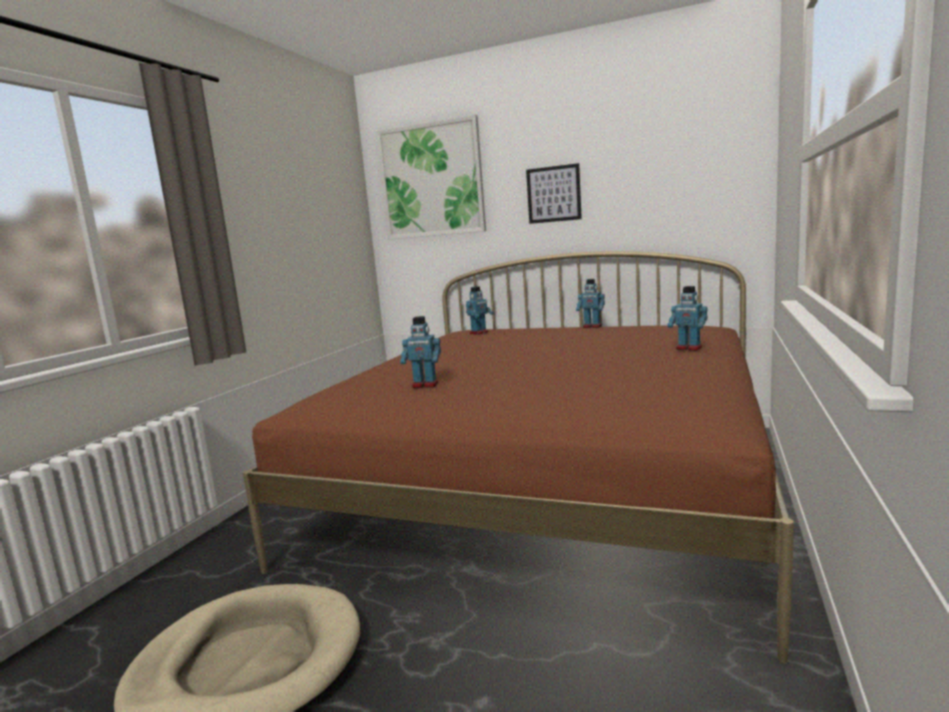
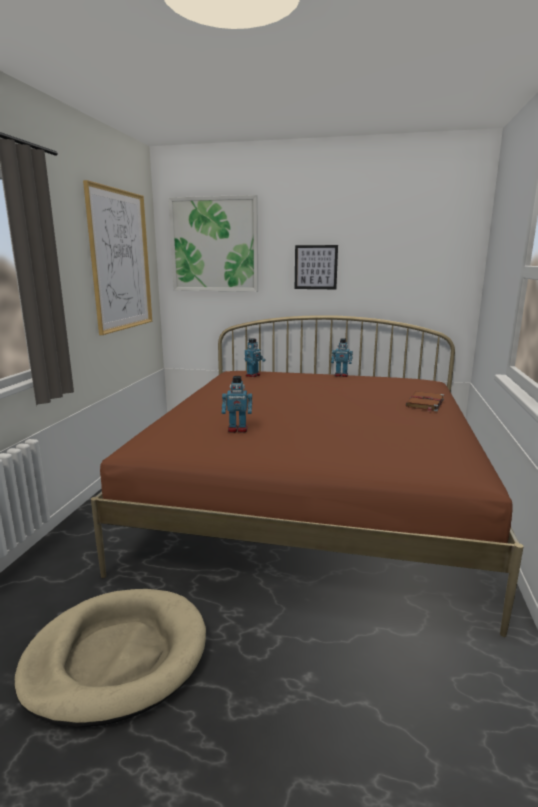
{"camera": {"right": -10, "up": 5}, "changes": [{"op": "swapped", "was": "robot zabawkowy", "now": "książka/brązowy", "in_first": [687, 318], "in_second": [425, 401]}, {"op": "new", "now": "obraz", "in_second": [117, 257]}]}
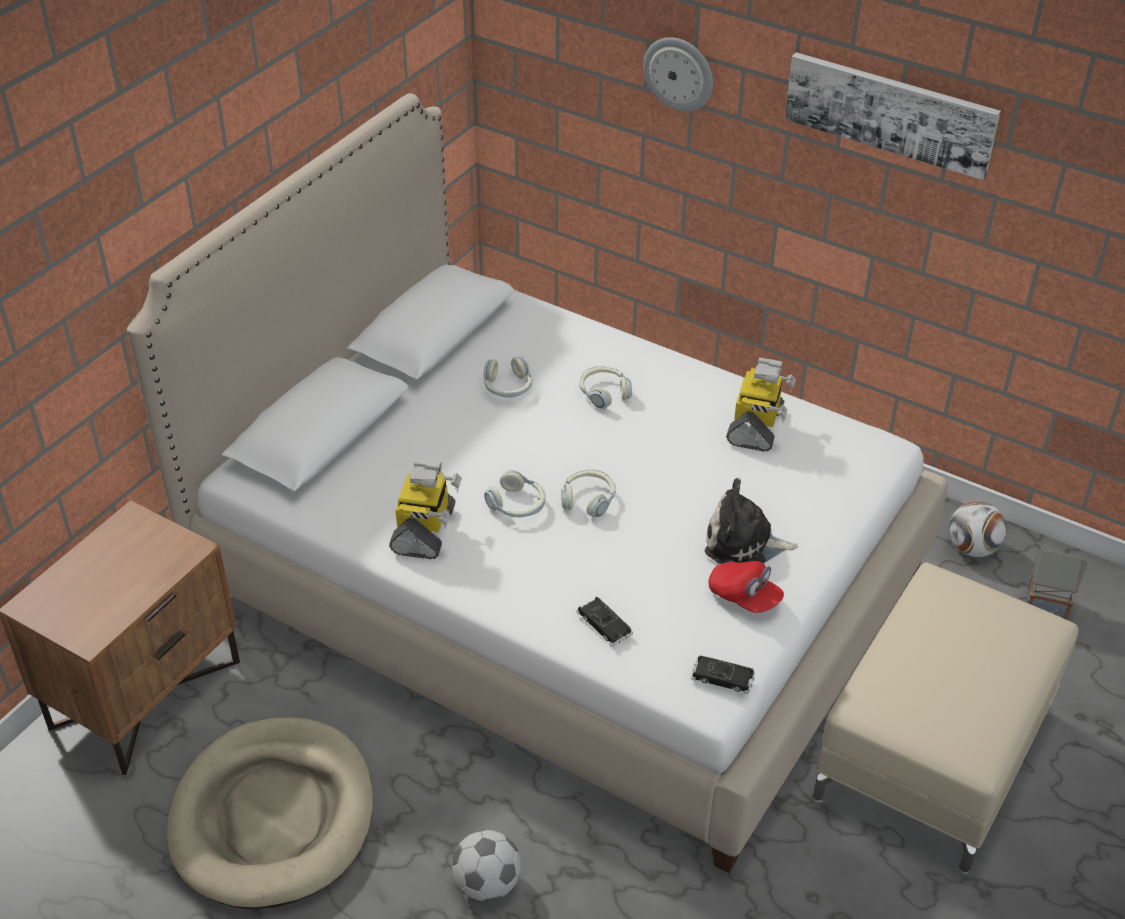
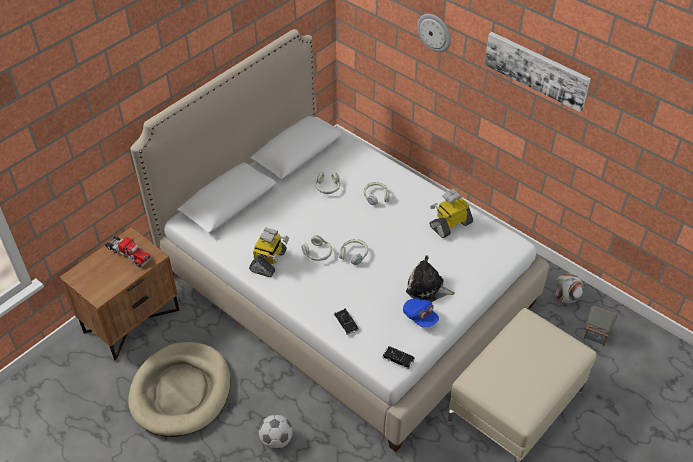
{"camera": {"right": 10, "up": 5}, "changes": [{"op": "repainted", "was": "czapka z daszkiem/czerwony", "now": "czapka z daszkiem/niebieski", "in_first": [746, 587], "in_second": [421, 313]}, {"op": "rotated", "was": "robot zabawkowy", "in_first": [761, 404], "in_second": [451, 213], "clockwise": -150}, {"op": "new", "now": "ciężarówka zabawkowa", "in_second": [128, 252]}]}
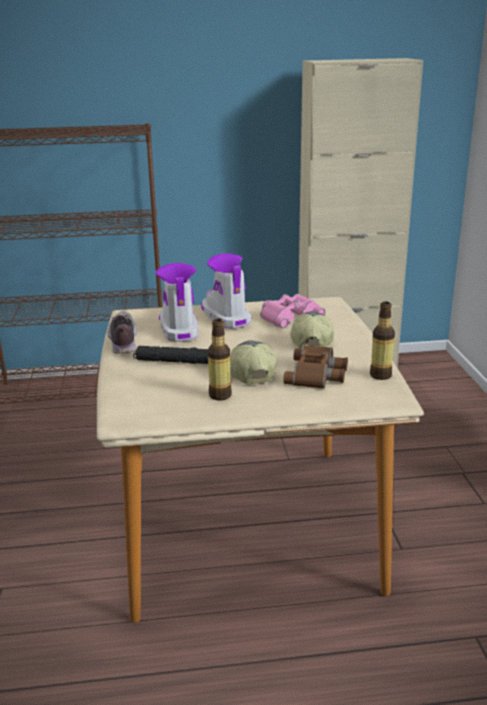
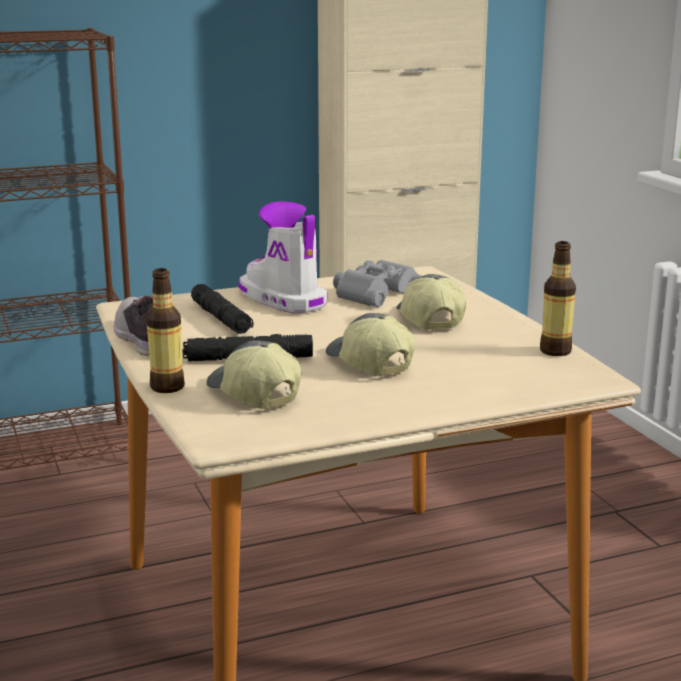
{"camera": {"right": -15, "up": -5}, "changes": [{"op": "swapped", "was": "but z cholewką", "now": "latarka/czarny", "in_first": [176, 302], "in_second": [222, 309]}, {"op": "shifted", "was": "butelka", "in_first": [219, 360], "in_second": [165, 330]}, {"op": "repainted", "was": "lornetka/różowy", "now": "lornetka/szary", "in_first": [292, 311], "in_second": [377, 283]}, {"op": "gone", "was": "lornetka/brązowy", "in_first": [315, 367]}, {"op": "new", "now": "czapka z daszkiem", "in_second": [254, 374]}]}
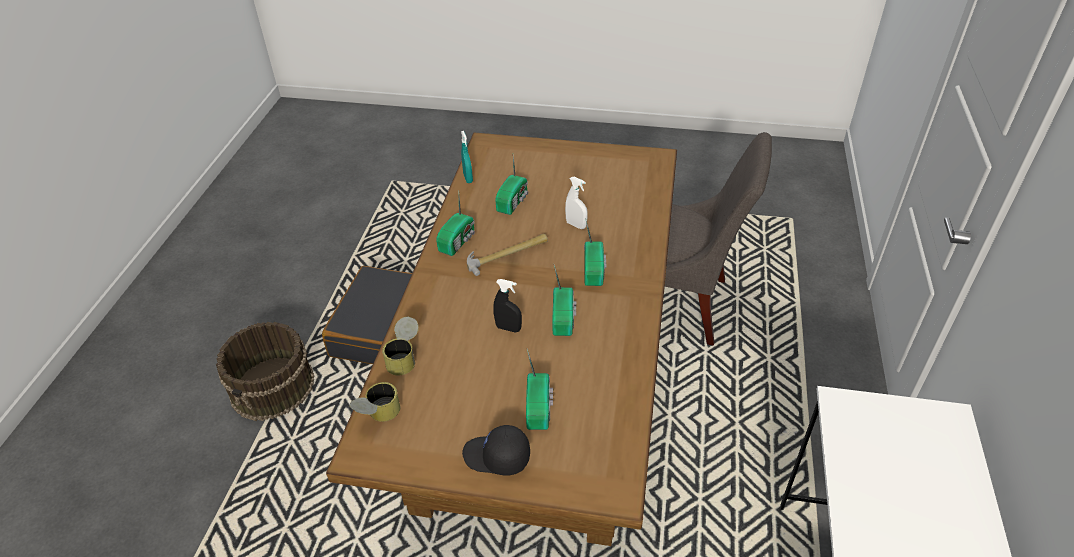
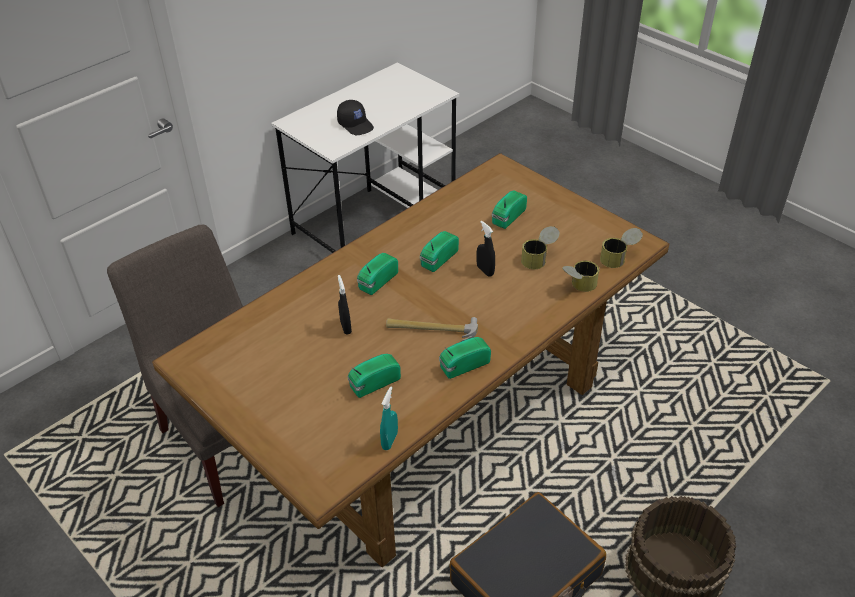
{"camera": {"right": -145, "up": 0}, "changes": [{"op": "shifted", "was": "czapka z daszkiem/czarny", "in_first": [496, 450], "in_second": [355, 117]}, {"op": "repainted", "was": "spryskiwacz/biały", "now": "spryskiwacz/czarny", "in_first": [576, 203], "in_second": [345, 305]}, {"op": "new", "now": "puszka", "in_second": [540, 247]}]}
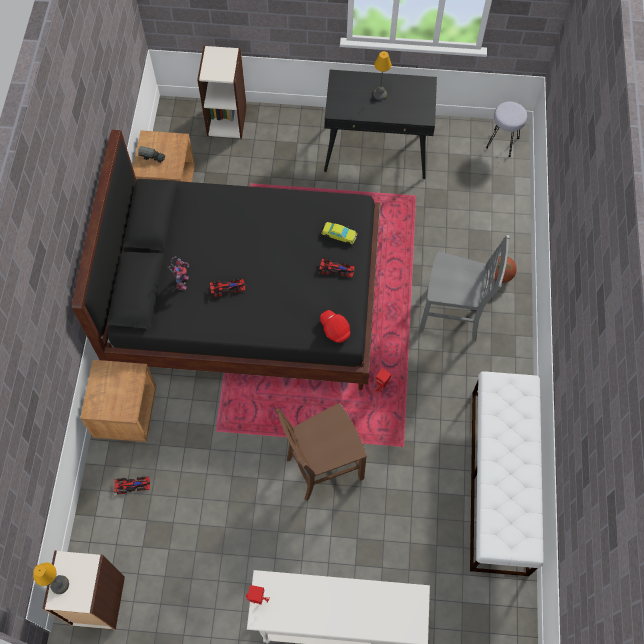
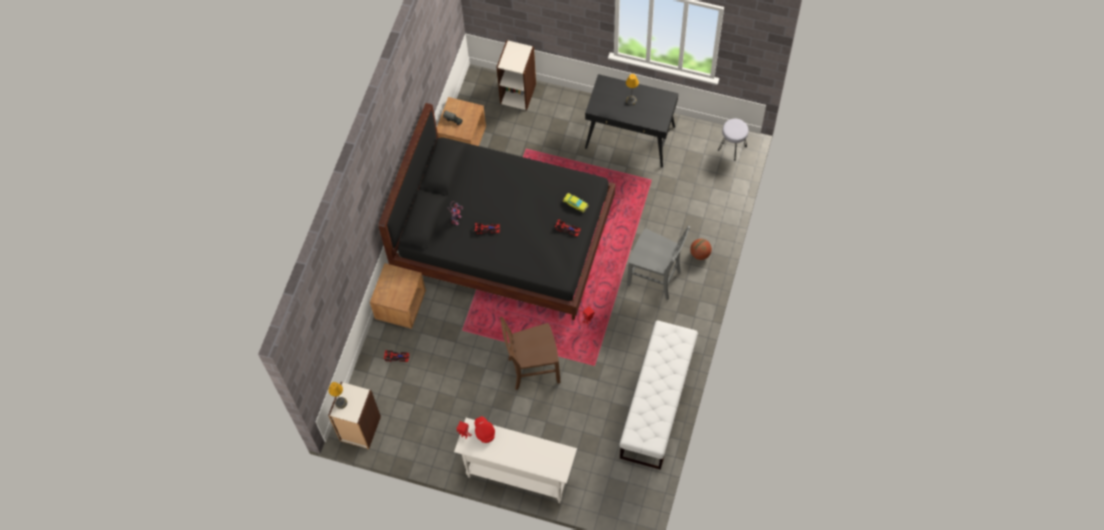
{"camera": {"right": 15, "up": 0}, "changes": [{"op": "shifted", "was": "czapka z daszkiem/czerwony", "in_first": [335, 326], "in_second": [485, 429]}]}
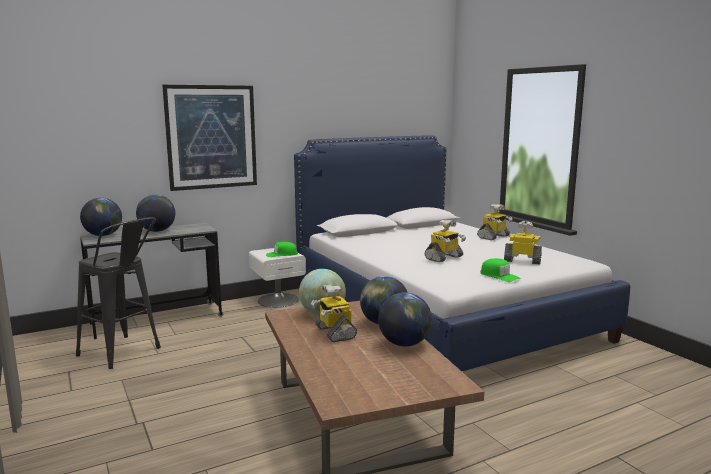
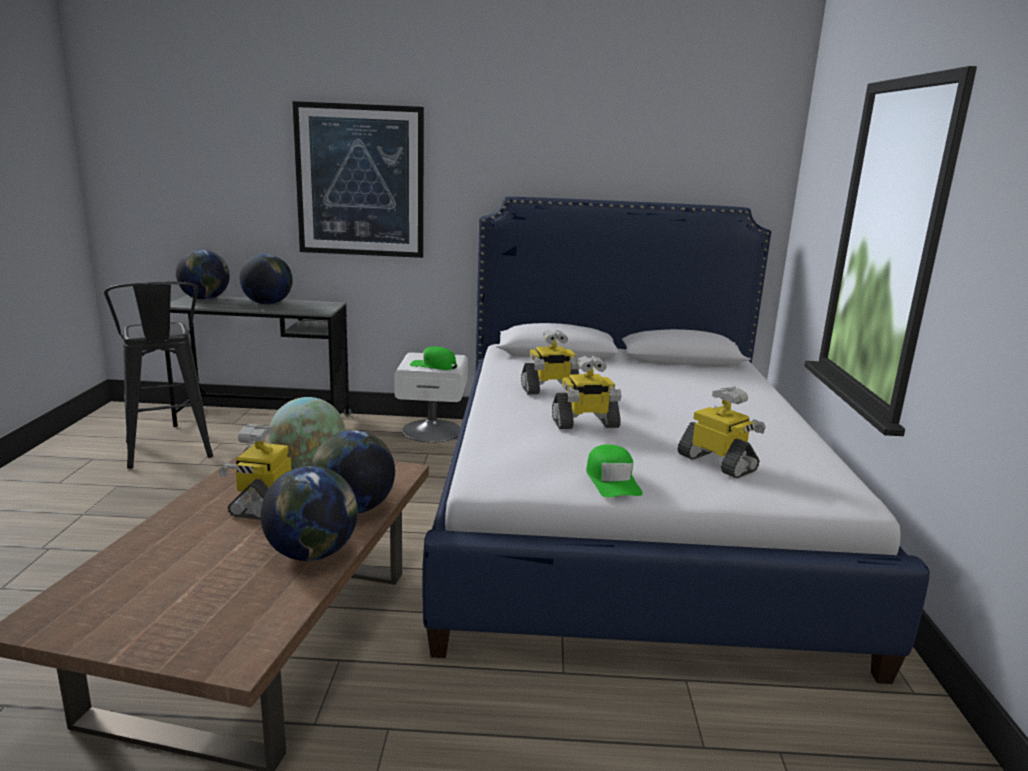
{"camera": {"right": 30, "up": 5}, "changes": [{"op": "shifted", "was": "robot zabawkowy", "in_first": [495, 222], "in_second": [551, 362]}]}
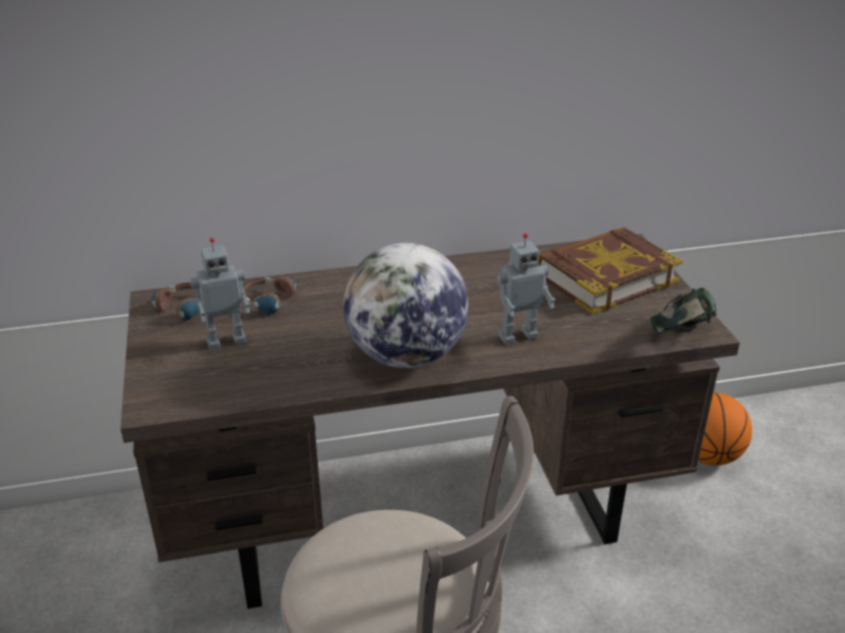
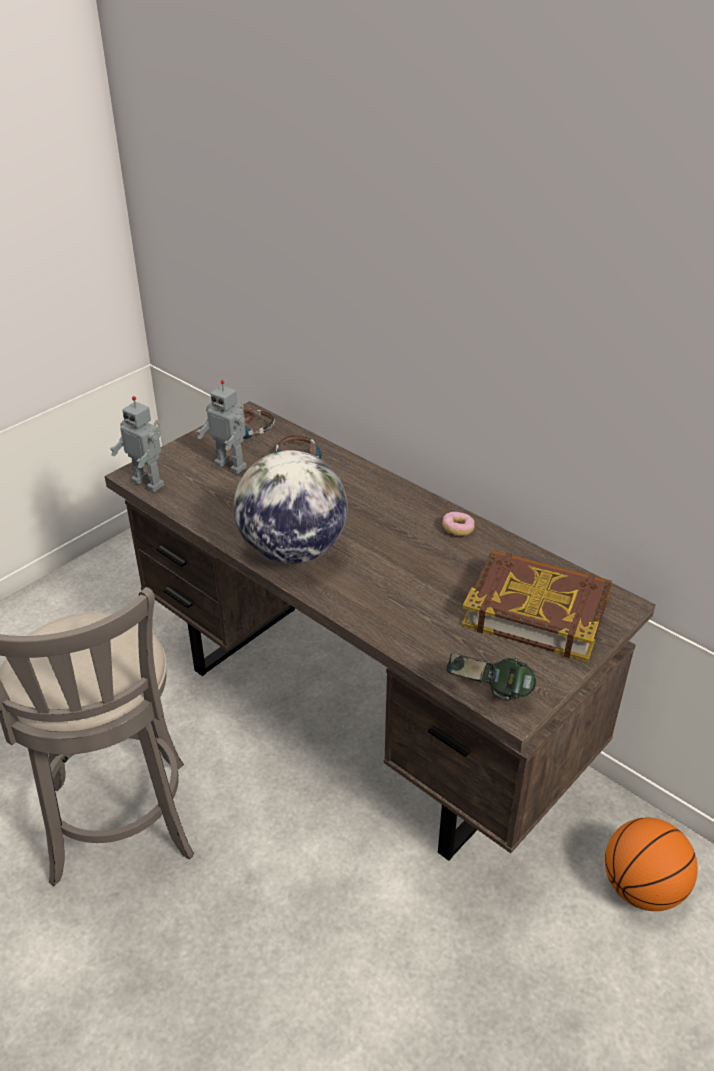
{"camera": {"right": 55, "up": 5}, "changes": [{"op": "shifted", "was": "robot zabawkowy", "in_first": [526, 289], "in_second": [137, 444]}, {"op": "new", "now": "donut", "in_second": [458, 524]}]}
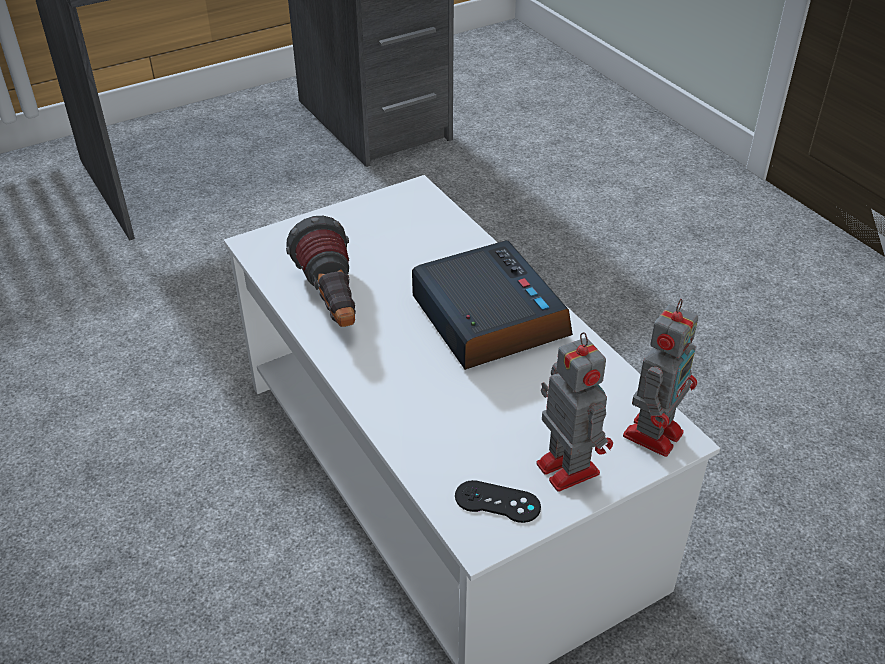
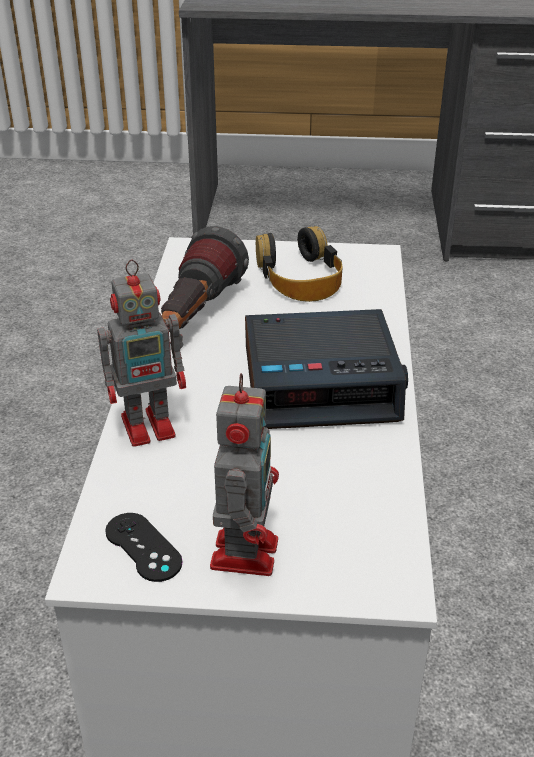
{"camera": {"right": 35, "up": -5}, "changes": [{"op": "rotated", "was": "budzik", "in_first": [492, 305], "in_second": [326, 369], "clockwise": 75}, {"op": "shifted", "was": "robot zabawkowy", "in_first": [660, 378], "in_second": [141, 353]}, {"op": "new", "now": "słuchawki", "in_second": [299, 264]}]}
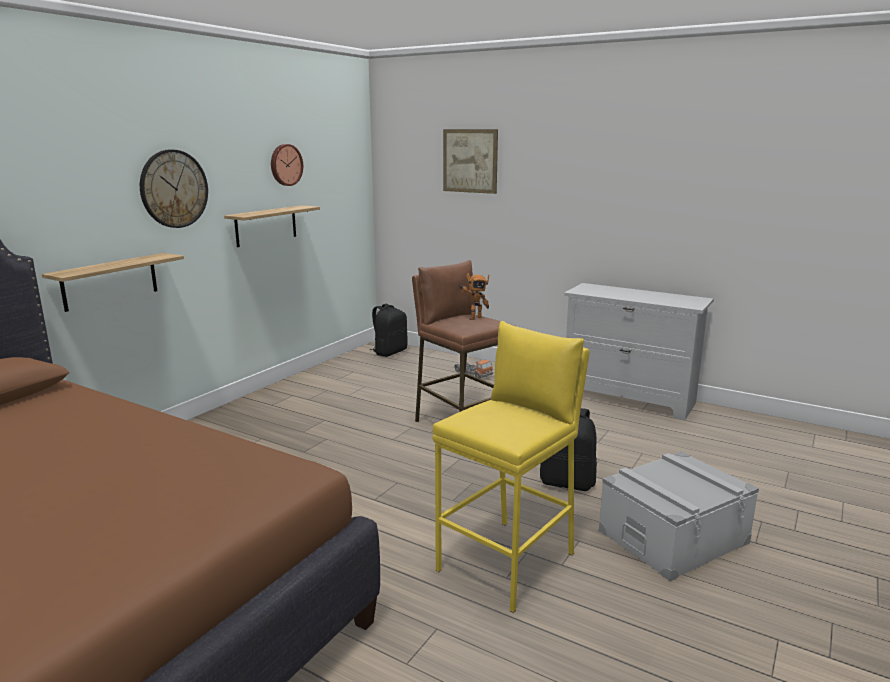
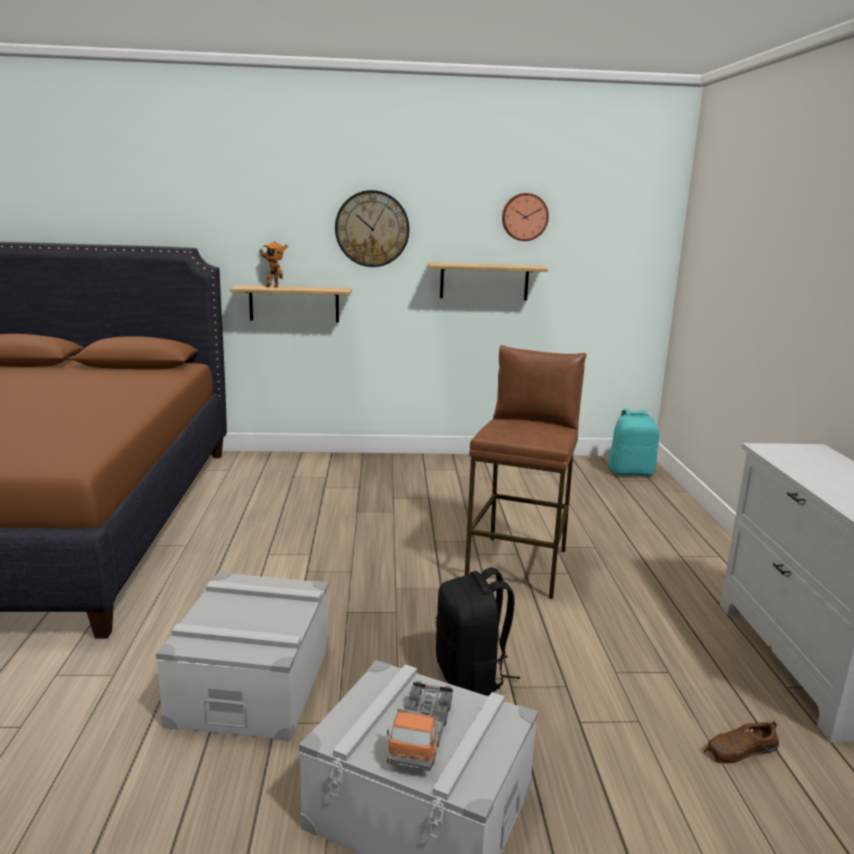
{"camera": {"right": 55, "up": 0}, "changes": [{"op": "repainted", "was": "plecak/czarny", "now": "plecak/turkusowy", "in_first": [389, 330], "in_second": [633, 442]}, {"op": "swapped", "was": "stołek/żółty", "now": "pojemnik do przechowywania/szary", "in_first": [511, 467], "in_second": [242, 656]}, {"op": "gone", "was": "obraz", "in_first": [470, 161]}, {"op": "shifted", "was": "ciężarówka zabawkowa", "in_first": [473, 369], "in_second": [420, 726]}, {"op": "shifted", "was": "robot zabawkowy", "in_first": [474, 296], "in_second": [273, 264]}, {"op": "new", "now": "but/brązowy", "in_second": [741, 742]}]}
